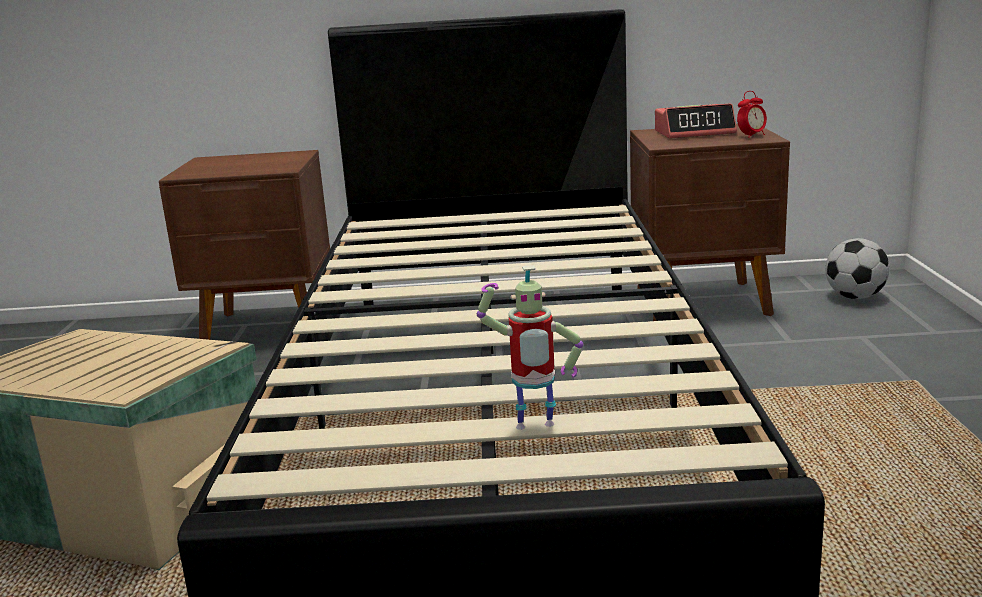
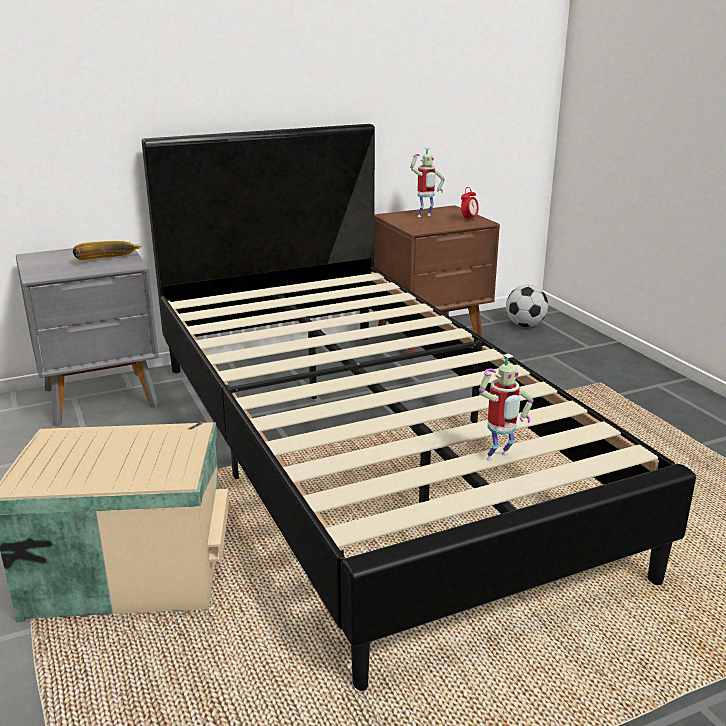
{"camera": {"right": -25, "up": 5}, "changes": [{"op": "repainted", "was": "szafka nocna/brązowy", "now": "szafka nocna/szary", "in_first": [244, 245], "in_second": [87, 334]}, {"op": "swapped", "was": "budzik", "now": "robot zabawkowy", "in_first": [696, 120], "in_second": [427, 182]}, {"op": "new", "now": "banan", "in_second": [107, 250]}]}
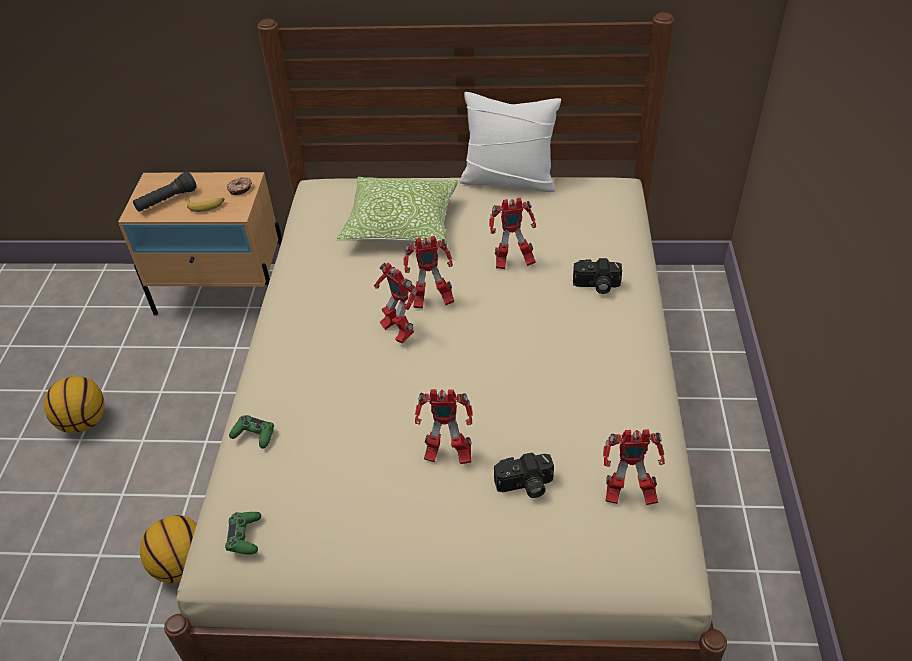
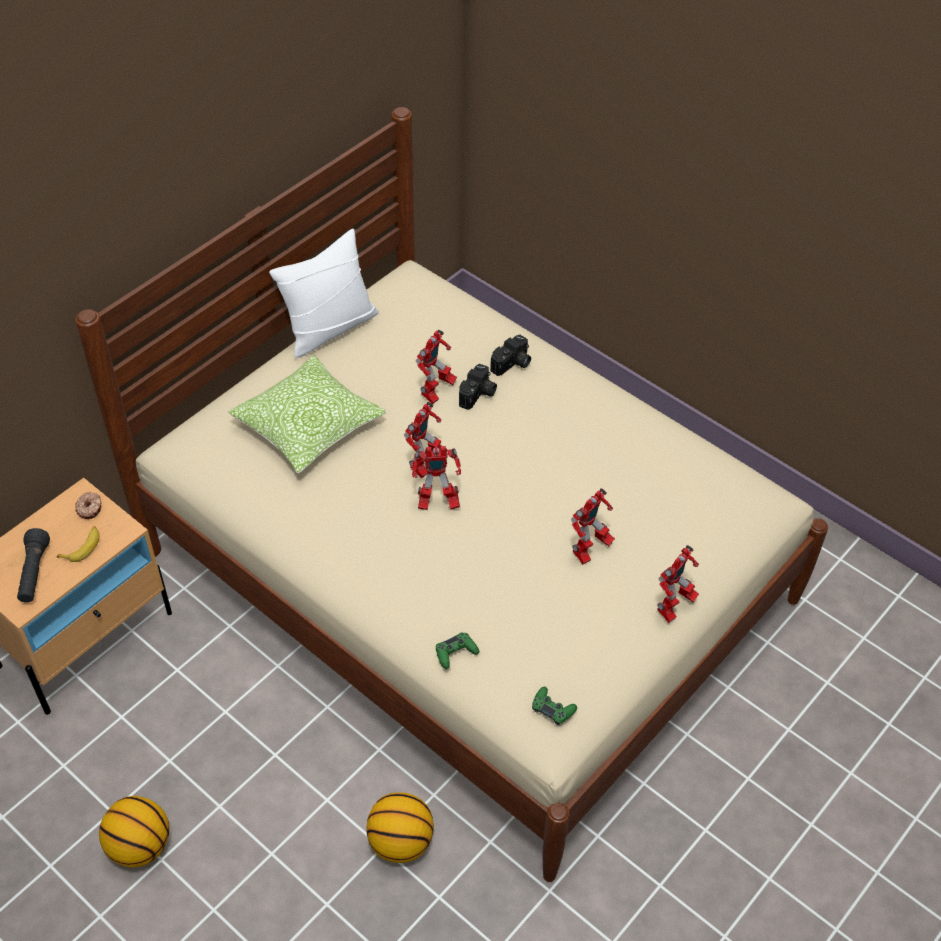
{"camera": {"right": -55, "up": 5}, "changes": [{"op": "shifted", "was": "aparat fotograficzny", "in_first": [524, 475], "in_second": [478, 387]}, {"op": "shifted", "was": "robot zabawkowy", "in_first": [634, 467], "in_second": [678, 584]}]}
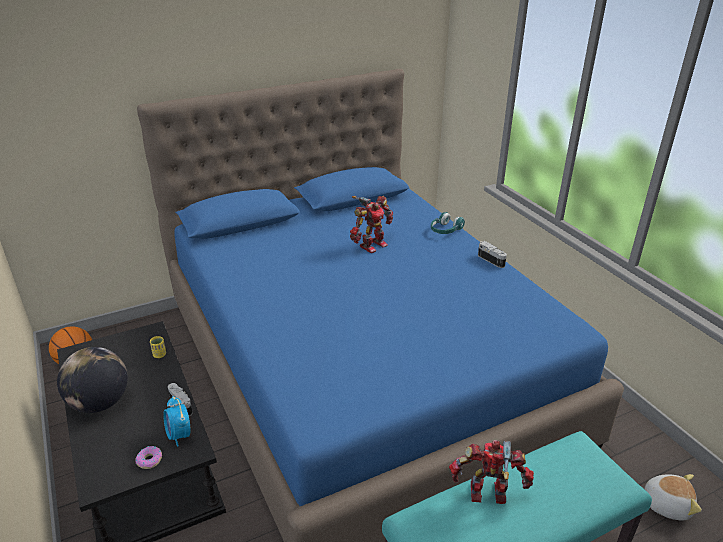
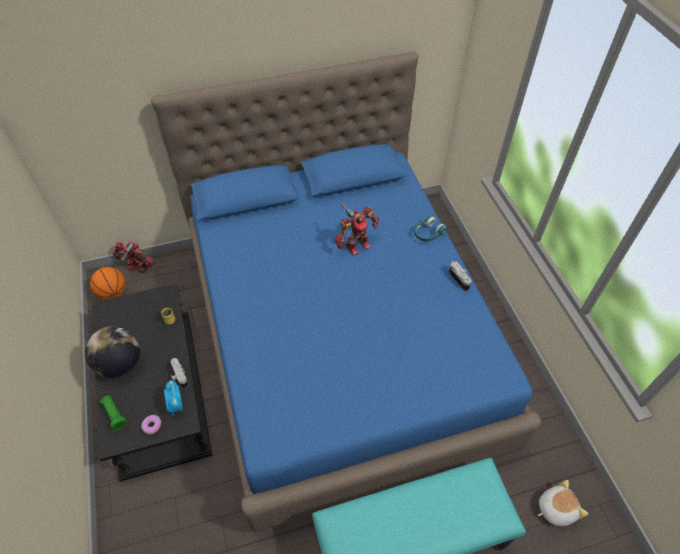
{"camera": {"right": 10, "up": 20}, "changes": [{"op": "shifted", "was": "robot zabawkowy", "in_first": [491, 472], "in_second": [134, 257]}, {"op": "rotated", "was": "pluszak", "in_first": [673, 497], "in_second": [563, 503], "clockwise": -45}, {"op": "new", "now": "latarka/zielony", "in_second": [113, 413]}]}
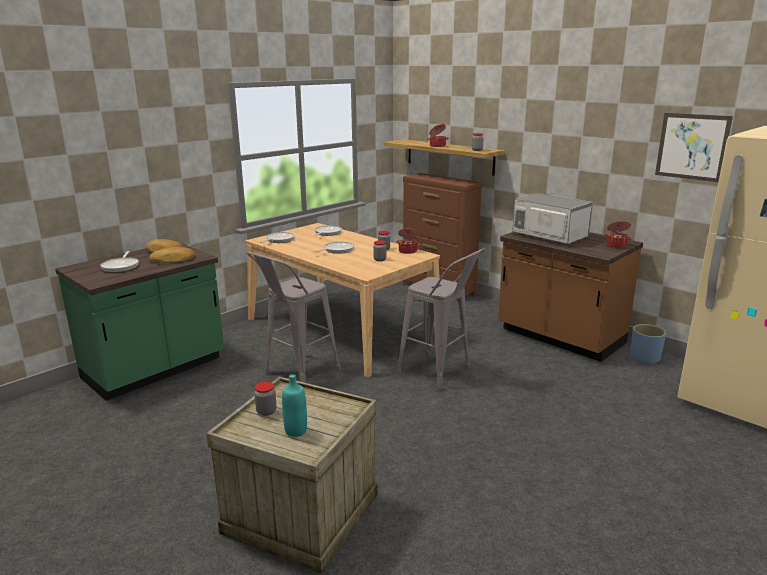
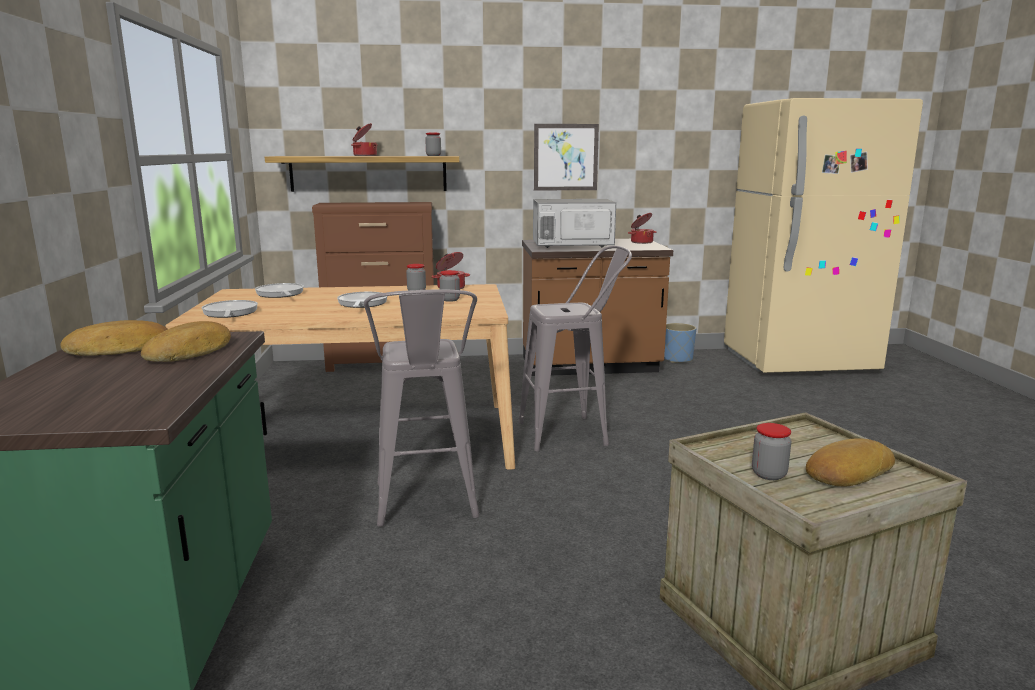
{"camera": {"right": -50, "up": -5}, "changes": [{"op": "gone", "was": "patelnia", "in_first": [119, 261]}, {"op": "swapped", "was": "butelka/turkusowy", "now": "chleb", "in_first": [294, 405], "in_second": [850, 462]}, {"op": "shifted", "was": "obraz", "in_first": [694, 147], "in_second": [566, 157]}]}
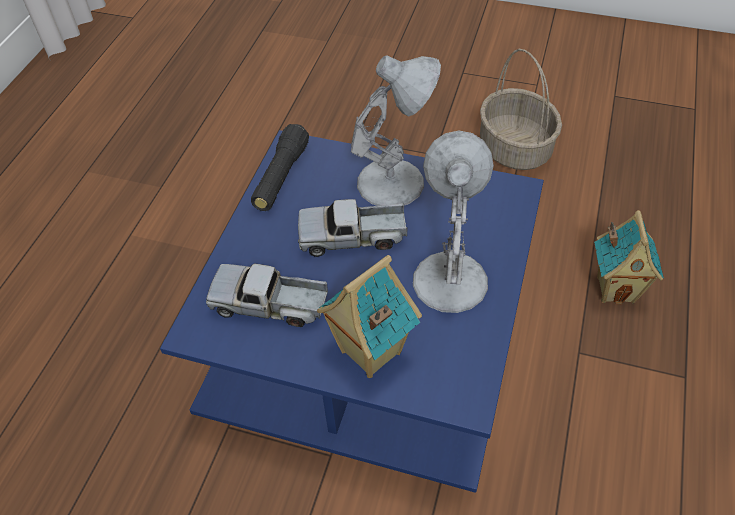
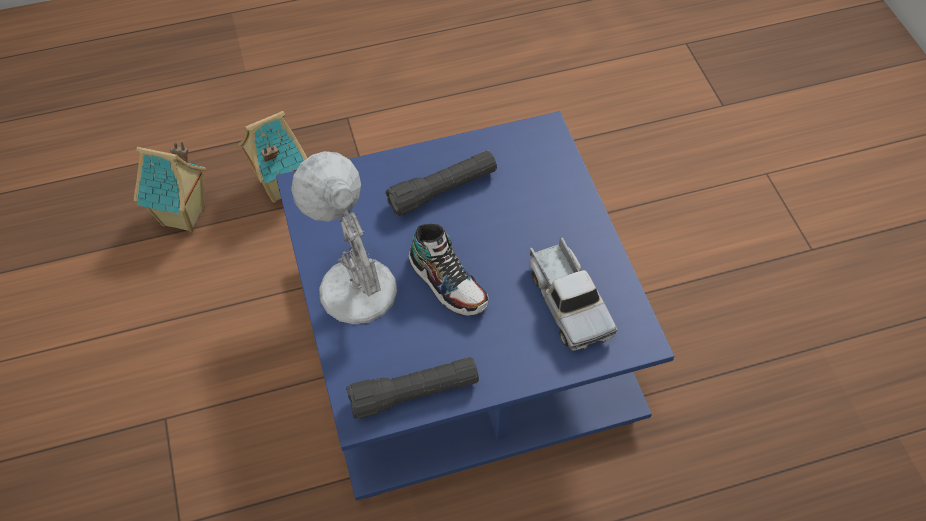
{"camera": {"right": -125, "up": 5}, "changes": [{"op": "swapped", "was": "ciężarówka zabawkowa", "now": "but", "in_first": [352, 228], "in_second": [448, 270]}, {"op": "shifted", "was": "domek", "in_first": [369, 316], "in_second": [170, 187]}, {"op": "swapped", "was": "lampa stołowa/biały", "now": "latarka/czarny", "in_first": [453, 222], "in_second": [441, 183]}, {"op": "gone", "was": "koszyk", "in_first": [521, 109]}]}
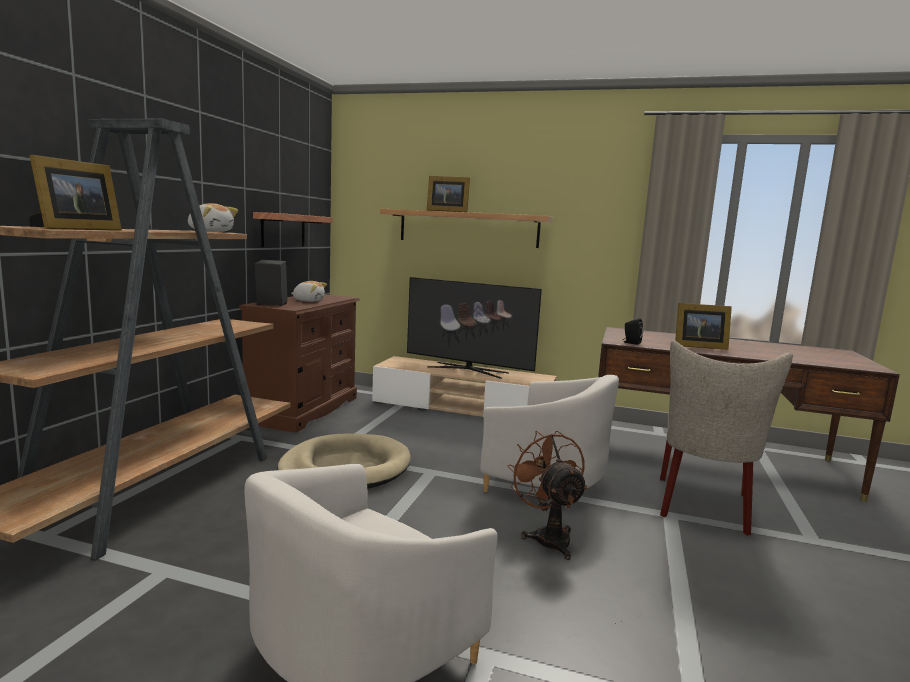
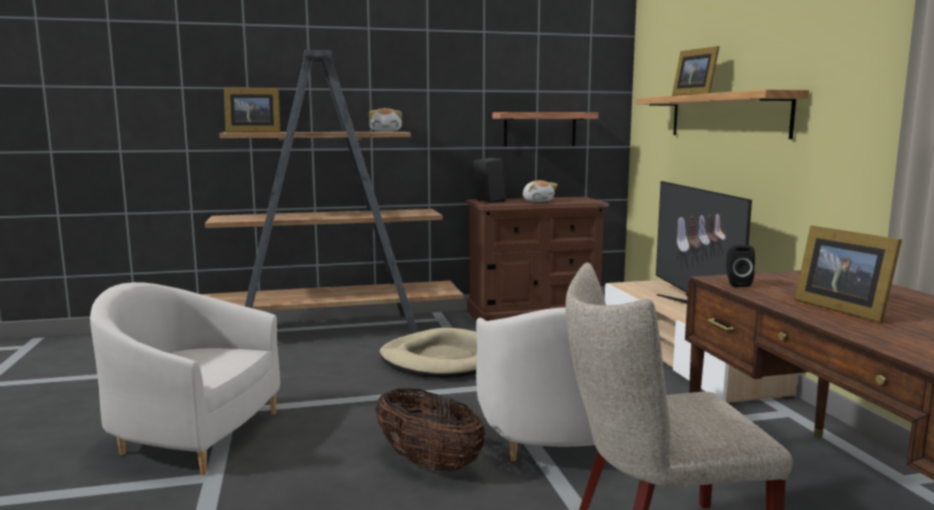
{"camera": {"right": 60, "up": 0}, "changes": [{"op": "swapped", "was": "wentylator/brązowy", "now": "koszyk", "in_first": [548, 495], "in_second": [430, 430]}]}
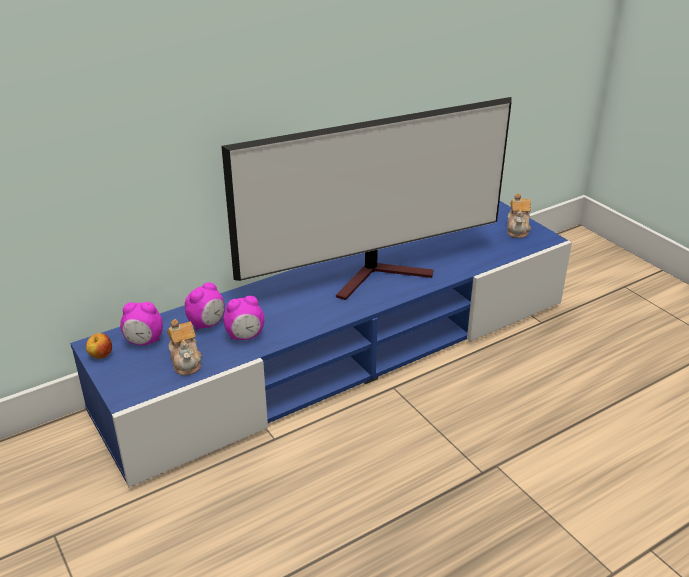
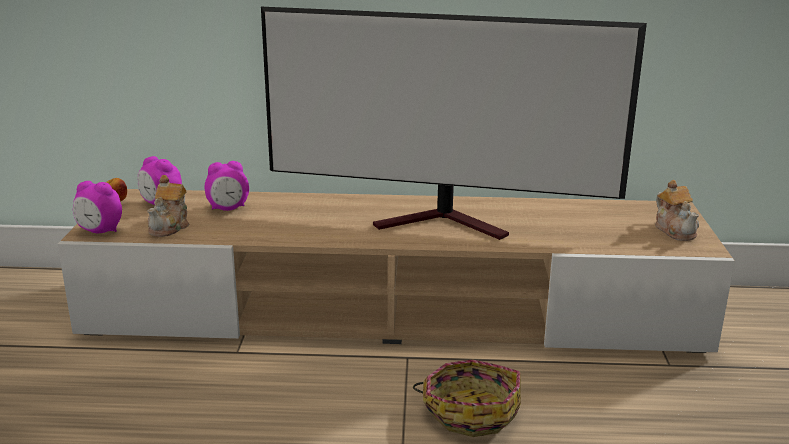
{"camera": {"right": 35, "up": -10}, "changes": [{"op": "repainted", "was": "szafka pod telewizor/niebieski", "now": "szafka pod telewizor/beżowy", "in_first": [321, 344], "in_second": [396, 271]}, {"op": "shifted", "was": "budzik", "in_first": [244, 318], "in_second": [97, 207]}, {"op": "rotated", "was": "imbryk", "in_first": [519, 215], "in_second": [677, 210], "clockwise": -60}, {"op": "new", "now": "koszyk", "in_second": [467, 398]}]}
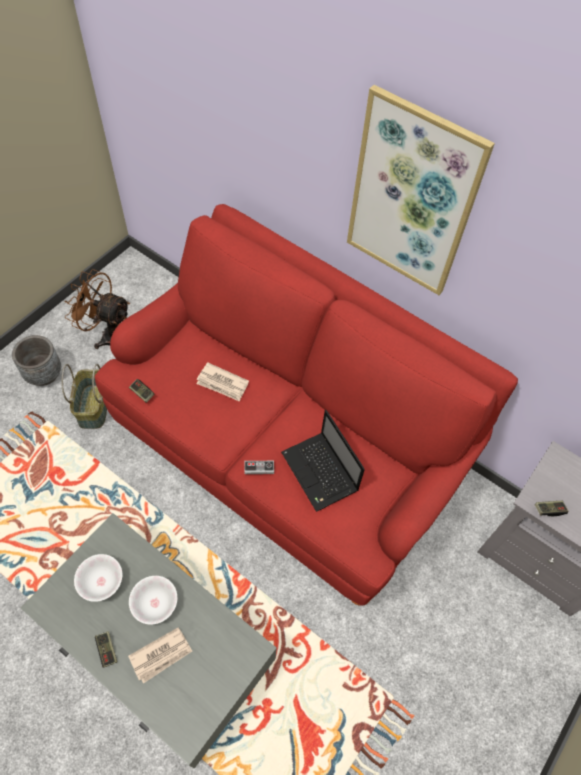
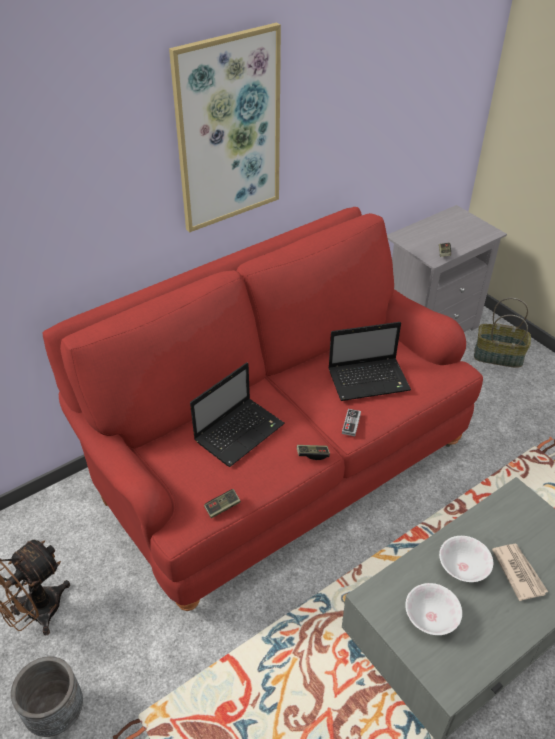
{"camera": {"right": -70, "up": -15}, "changes": [{"op": "shifted", "was": "koszyk", "in_first": [84, 396], "in_second": [502, 333]}, {"op": "shifted", "was": "pad do gier", "in_first": [106, 649], "in_second": [313, 452]}, {"op": "swapped", "was": "gazeta", "now": "laptop", "in_first": [223, 382], "in_second": [237, 414]}]}
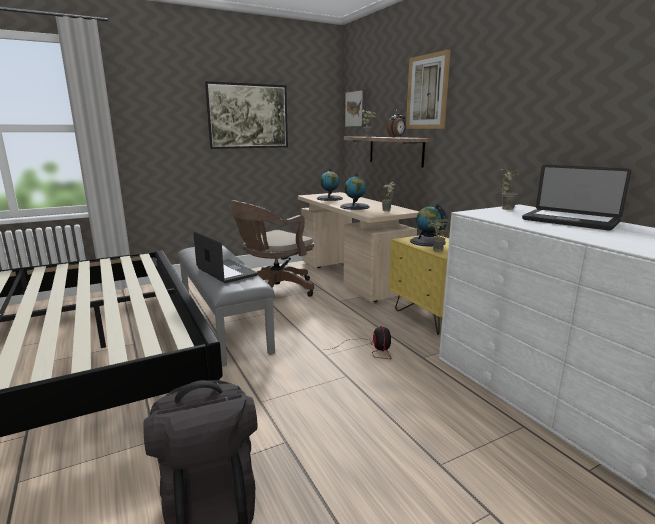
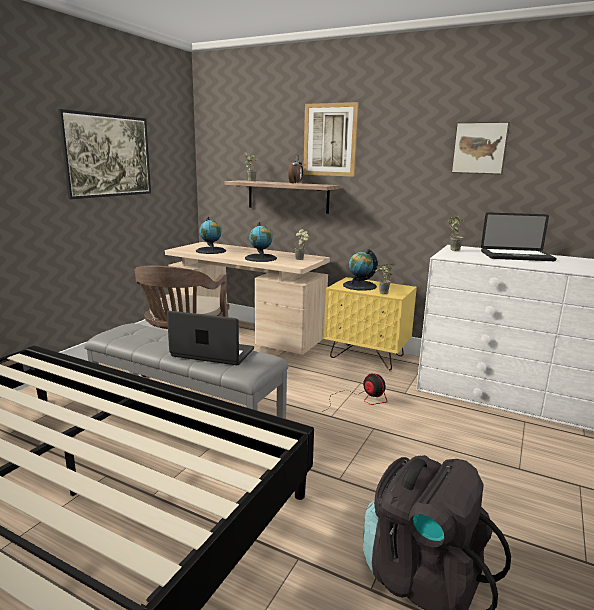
{"camera": {"right": -35, "up": 0}, "changes": [{"op": "shifted", "was": "obraz", "in_first": [355, 108], "in_second": [480, 148]}]}
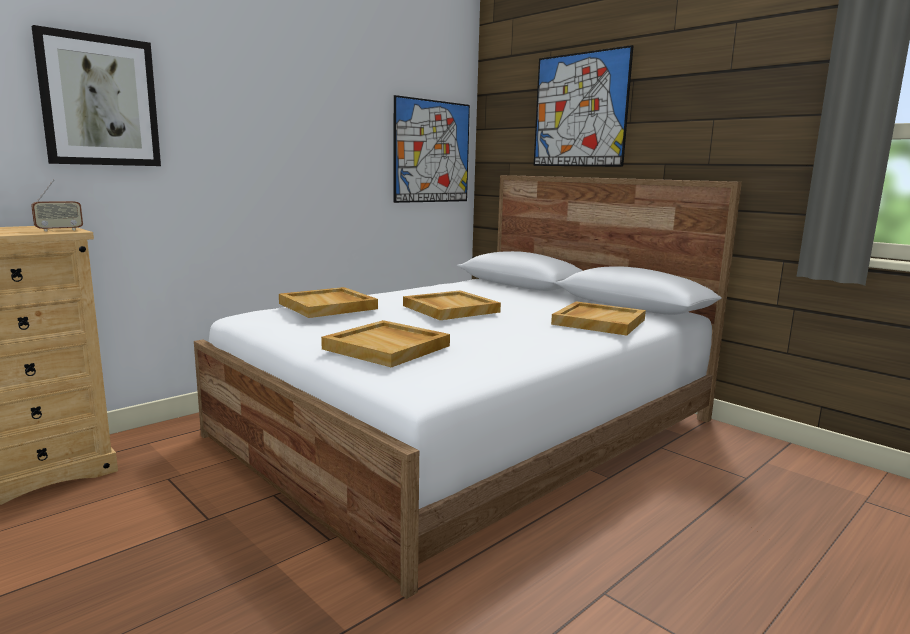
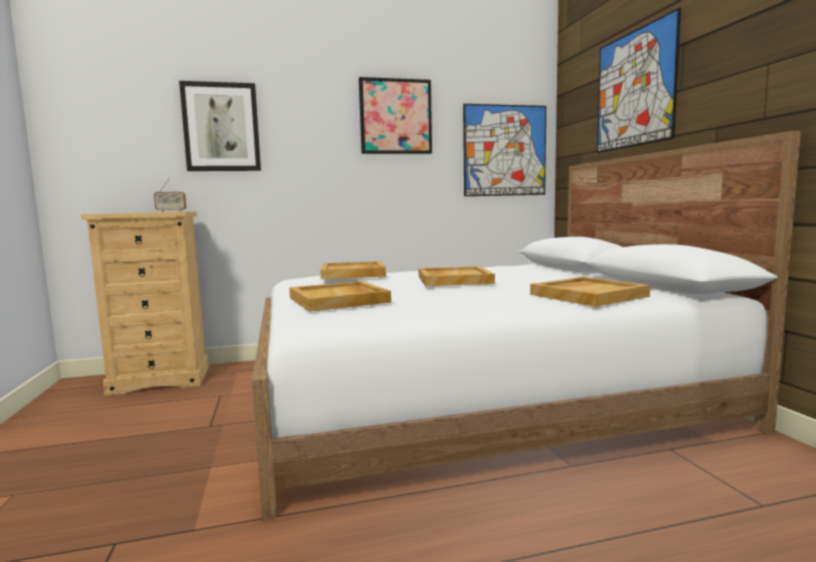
{"camera": {"right": 30, "up": -5}, "changes": [{"op": "new", "now": "obraz", "in_second": [395, 115]}]}
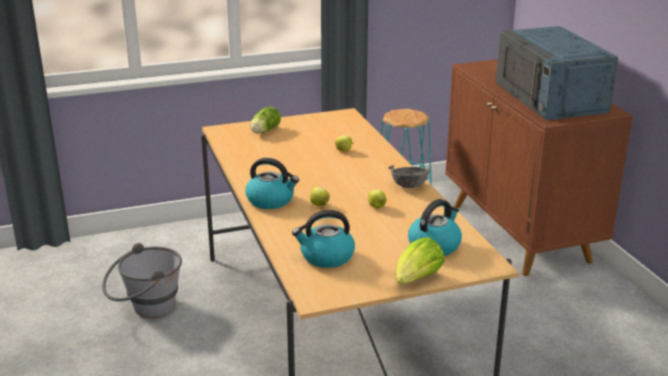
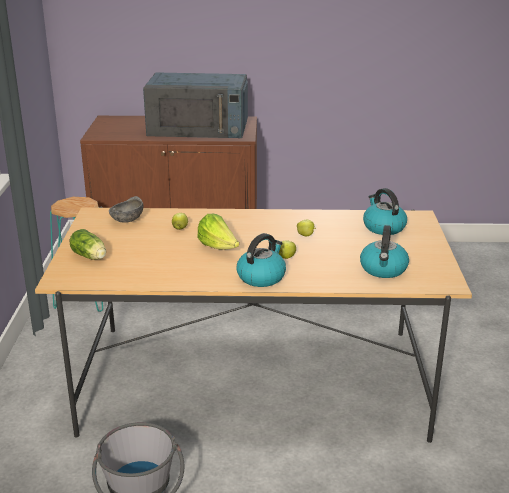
{"camera": {"right": -70, "up": 0}, "changes": [{"op": "shifted", "was": "miska/szary", "in_first": [409, 176], "in_second": [126, 209]}, {"op": "shifted", "was": "sałata", "in_first": [420, 261], "in_second": [218, 232]}]}
